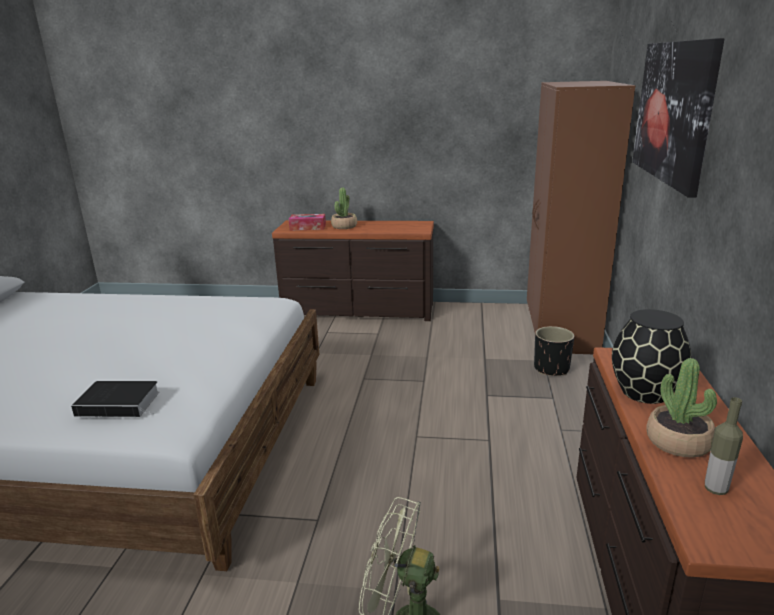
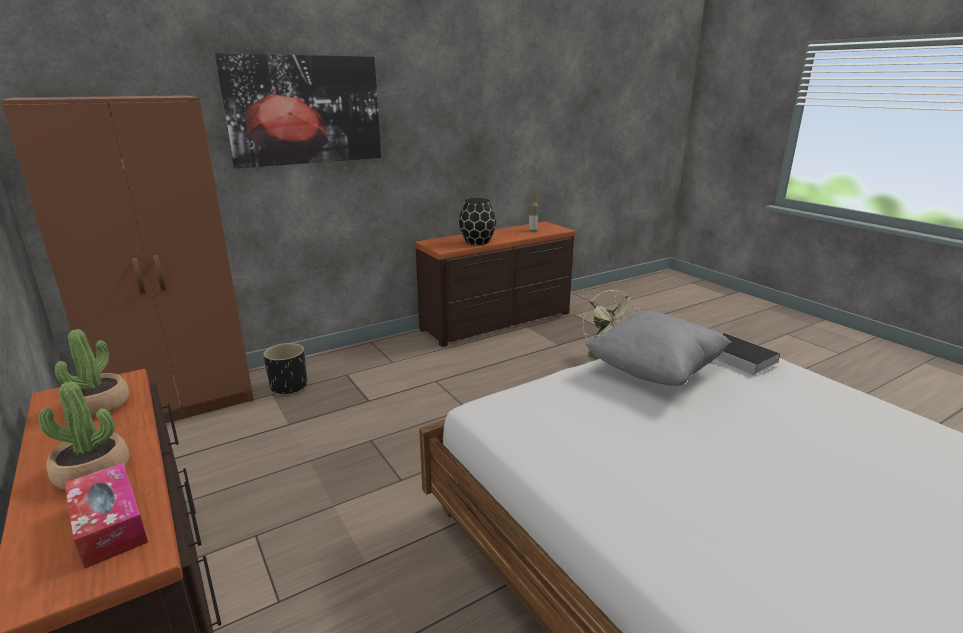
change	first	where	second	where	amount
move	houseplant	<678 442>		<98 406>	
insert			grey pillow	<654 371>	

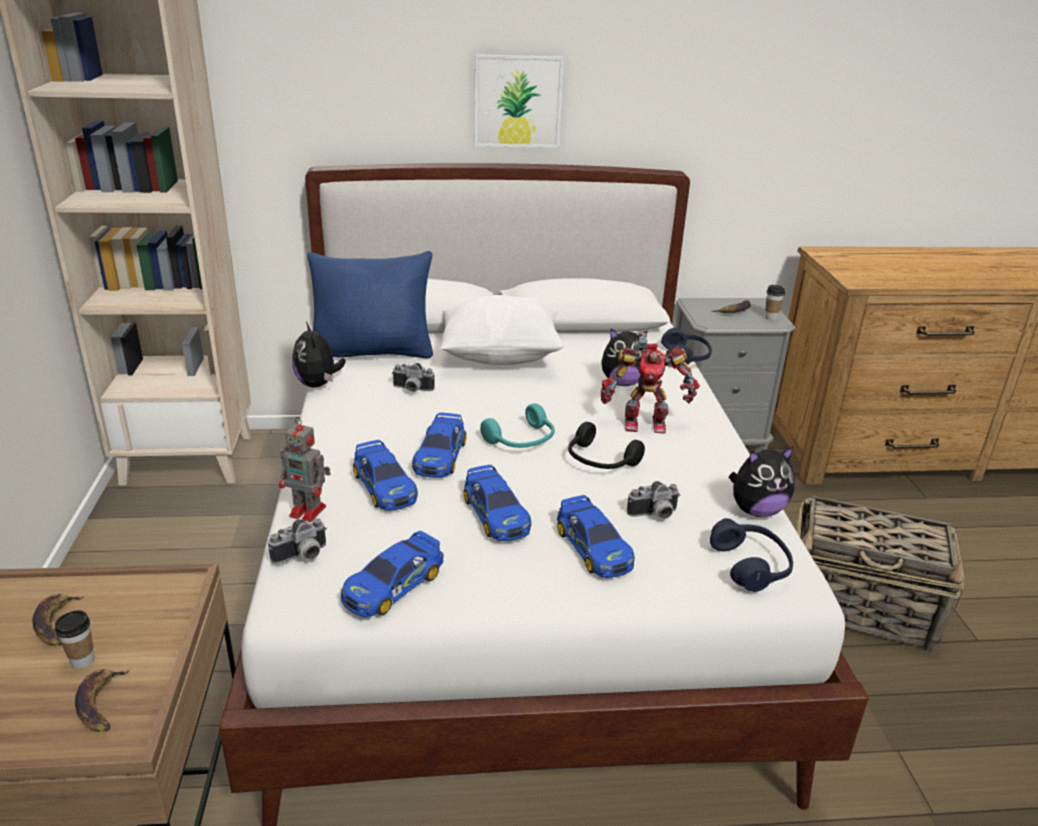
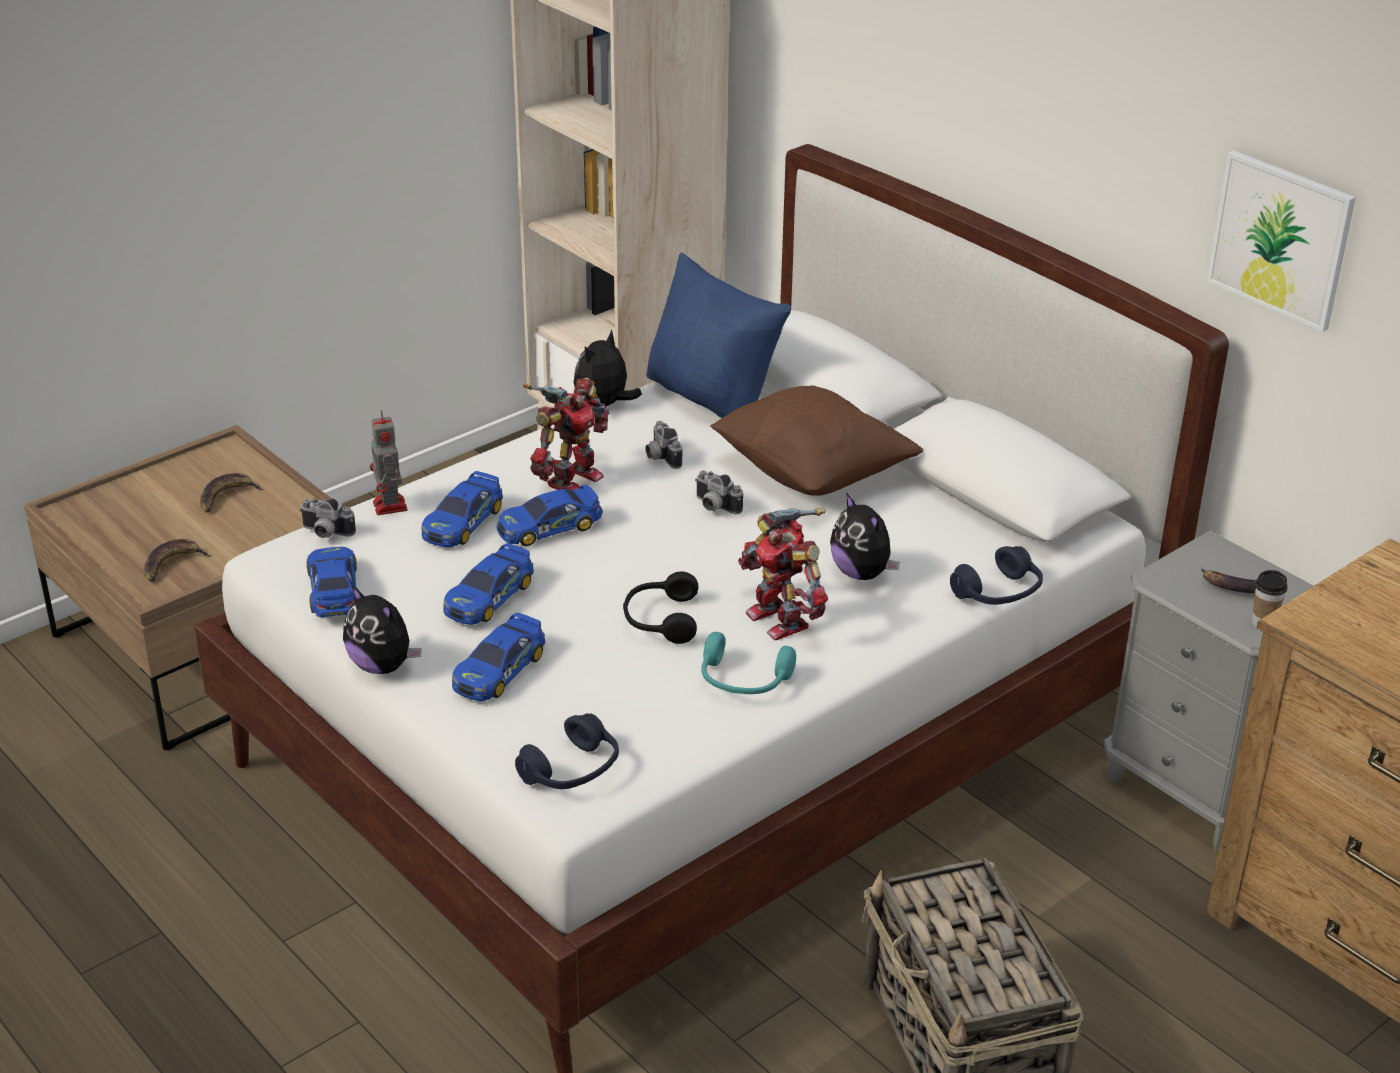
change	first	where	second	where	amount
move	wall picture	<517 101>		<1280 239>	
recolor	white-coloured pillow	<501 356>	brown pillow	<812 474>	
move	turquoise-coloured headphones	<522 441>		<743 681>	
move	plush toy	<756 510>		<383 665>	
move	still camera	<654 515>		<714 507>	
rotate	toy car	<393 585>		<334 591>	75 degrees clockwise
delete	cup	<82 660>			
insert			model robot	<571 479>	

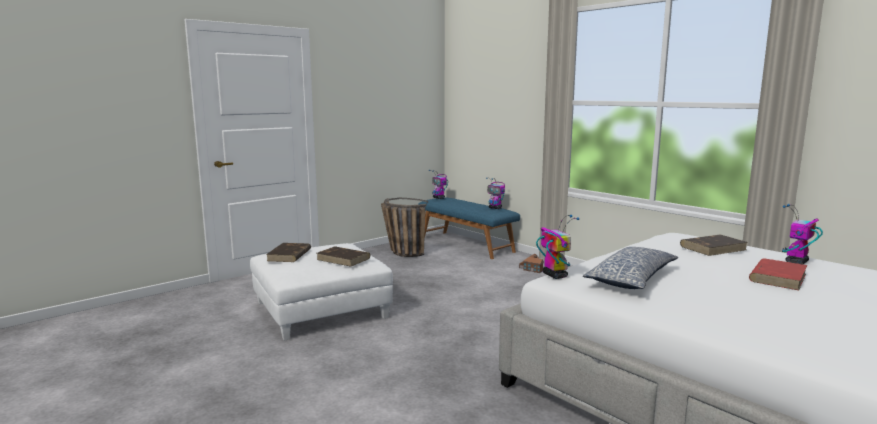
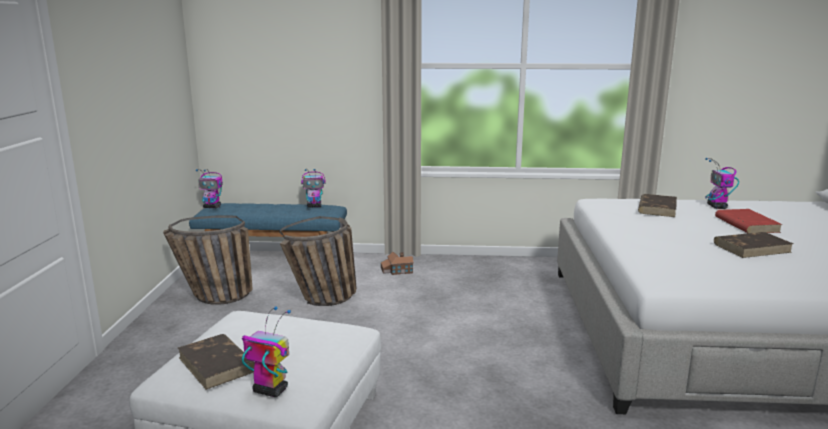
change	first	where	second	where	amount
move	model robot	<554 275>		<269 390>	
move	brown book	<343 259>		<752 248>	
delete	pillow	<632 279>			
insert			basket	<324 301>	

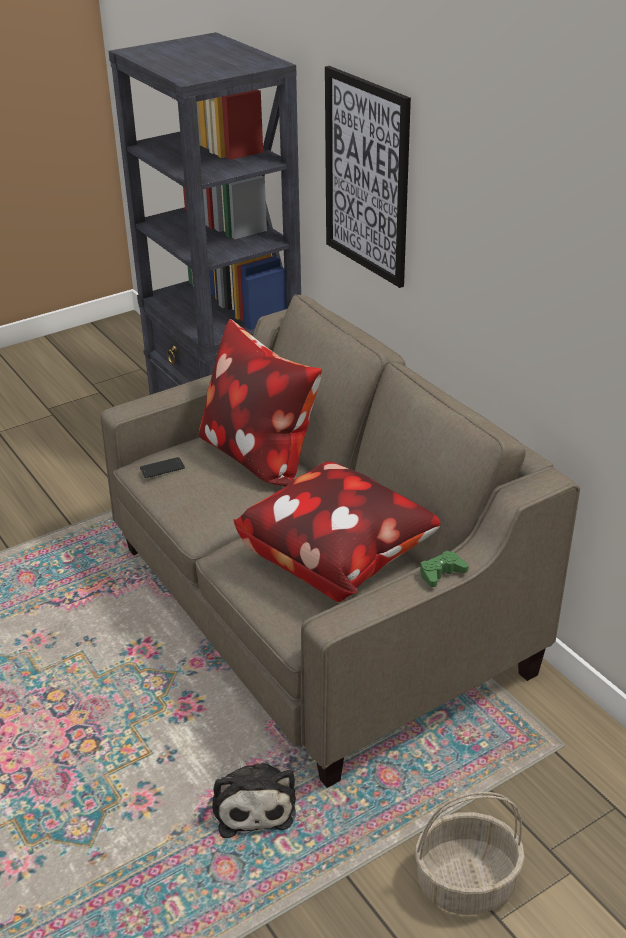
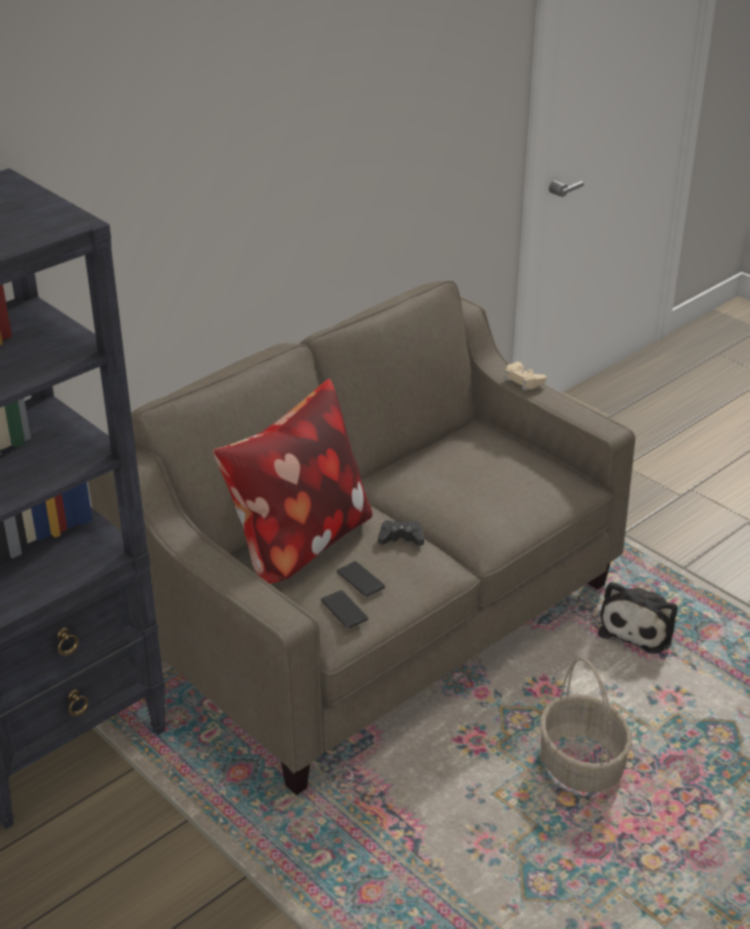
change	first	where	second	where	amount
delete	wall picture	<366 176>			
delete	pillow	<336 559>			
recolor	green-coloured joypad	<441 573>	beige-coloured joypad	<523 380>	
rotate	plush toy	<253 804>		<639 627>	135 degrees clockwise
move	basket	<467 882>		<580 764>	
insert			black-coloured joypad	<401 538>	
insert			telephone	<360 579>	

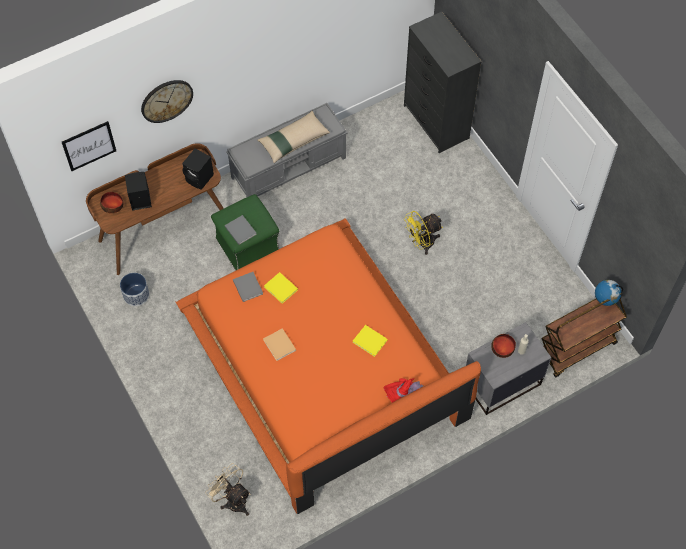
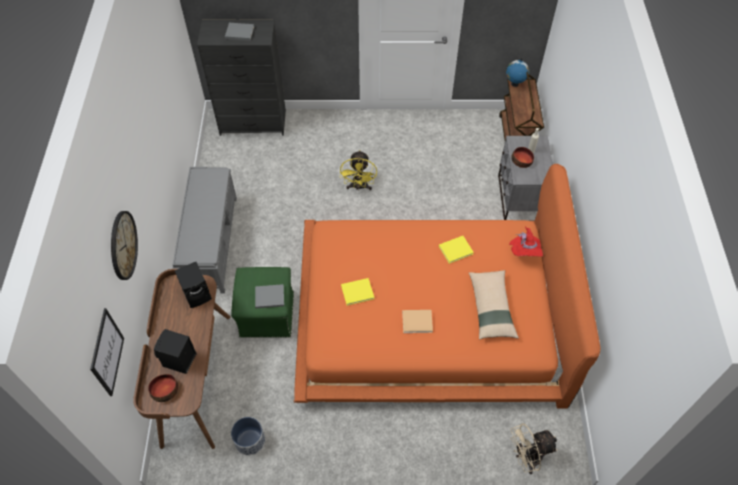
change	first	where	second	where	amount
move	beige-coloured pillow	<293 140>		<491 308>	
move	grey book	<247 286>		<238 32>	

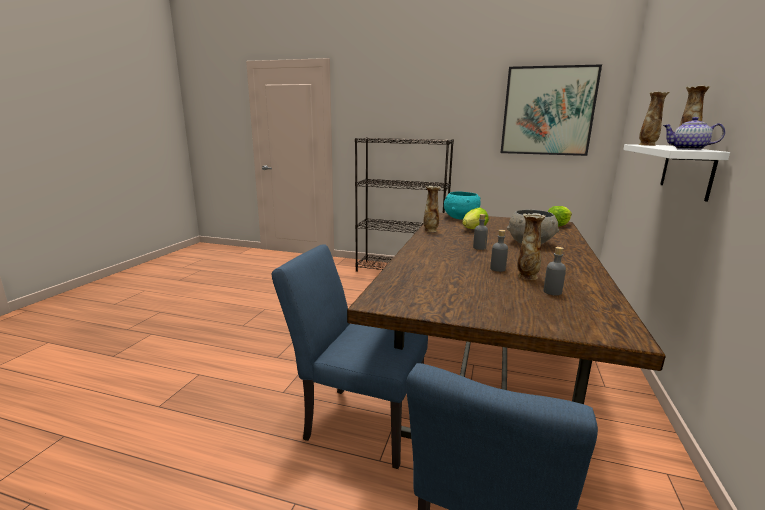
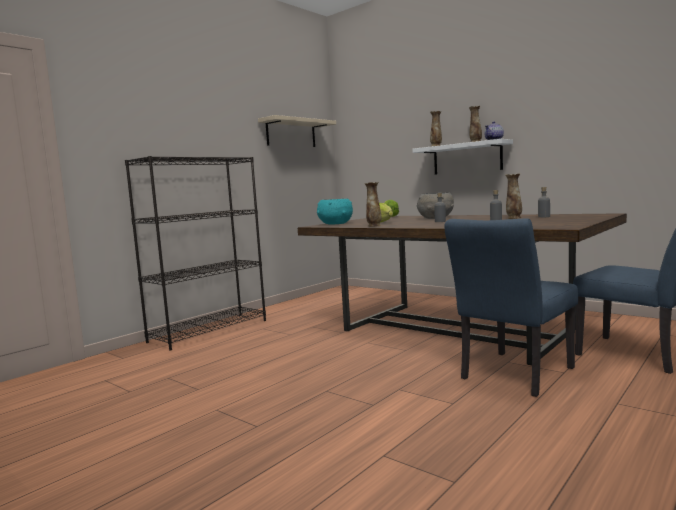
change	first	where	second	where	amount
replace	wall picture	<547 111>	beige-coloured shelf	<291 133>	

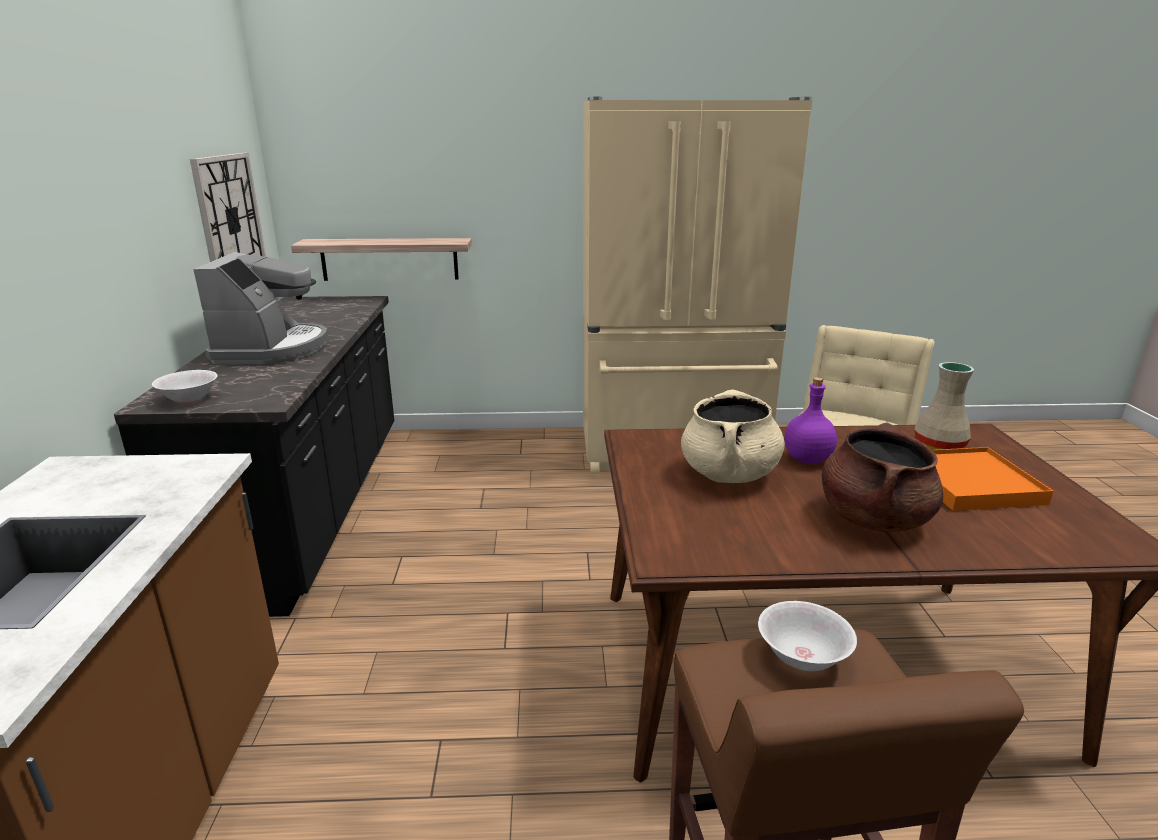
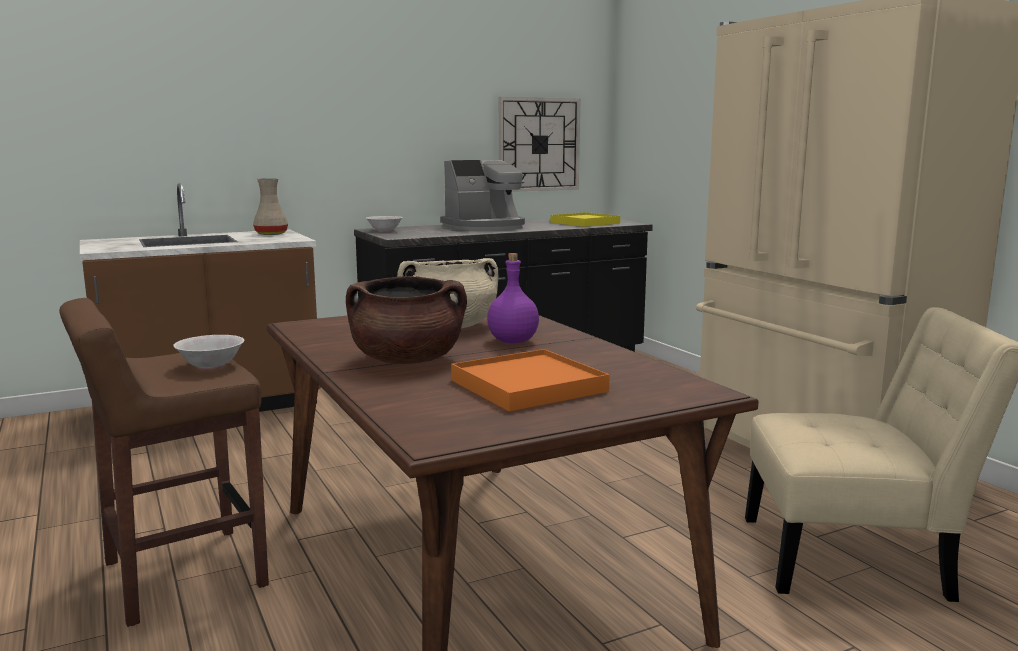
change	first	where	second	where	amount
delete	shelf	<389 259>			
move	beige-coloured flower vase	<940 445>		<270 234>	
insert			yellowish carrying tray	<585 223>	

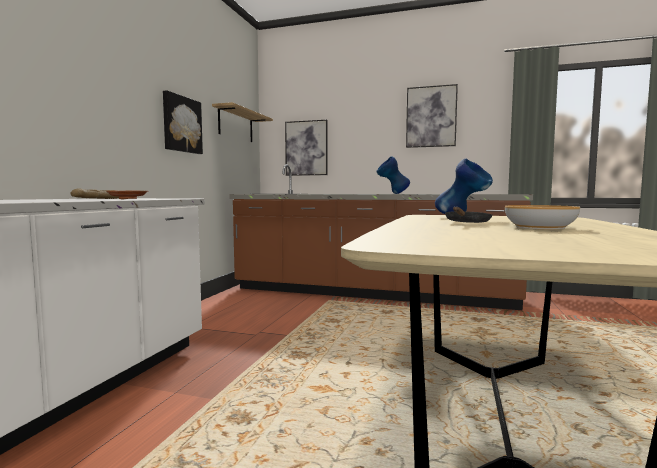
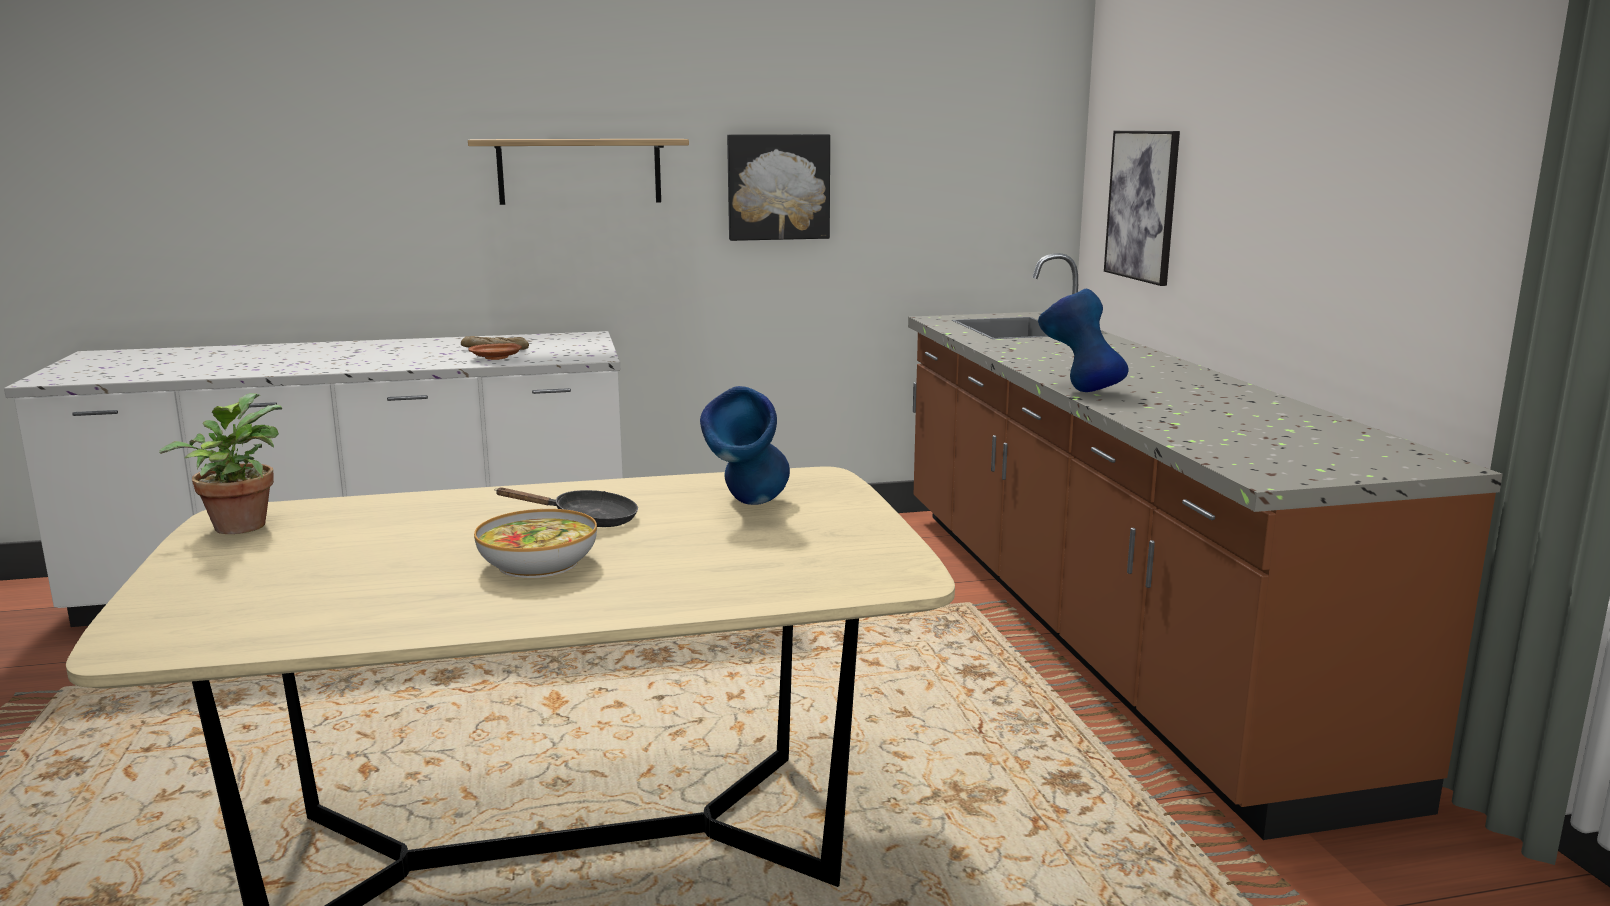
change	first	where	second	where	amount
delete	wall picture	<431 117>			
move	shelf	<236 125>		<580 171>	
insert			houseplant	<240 524>	

